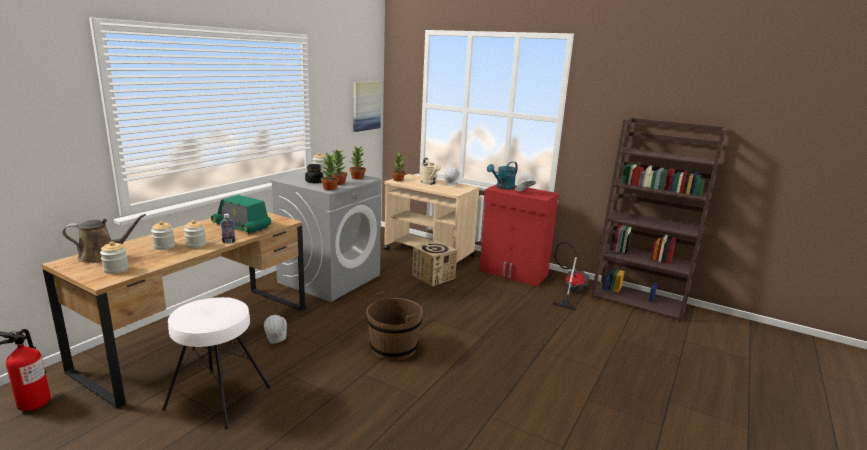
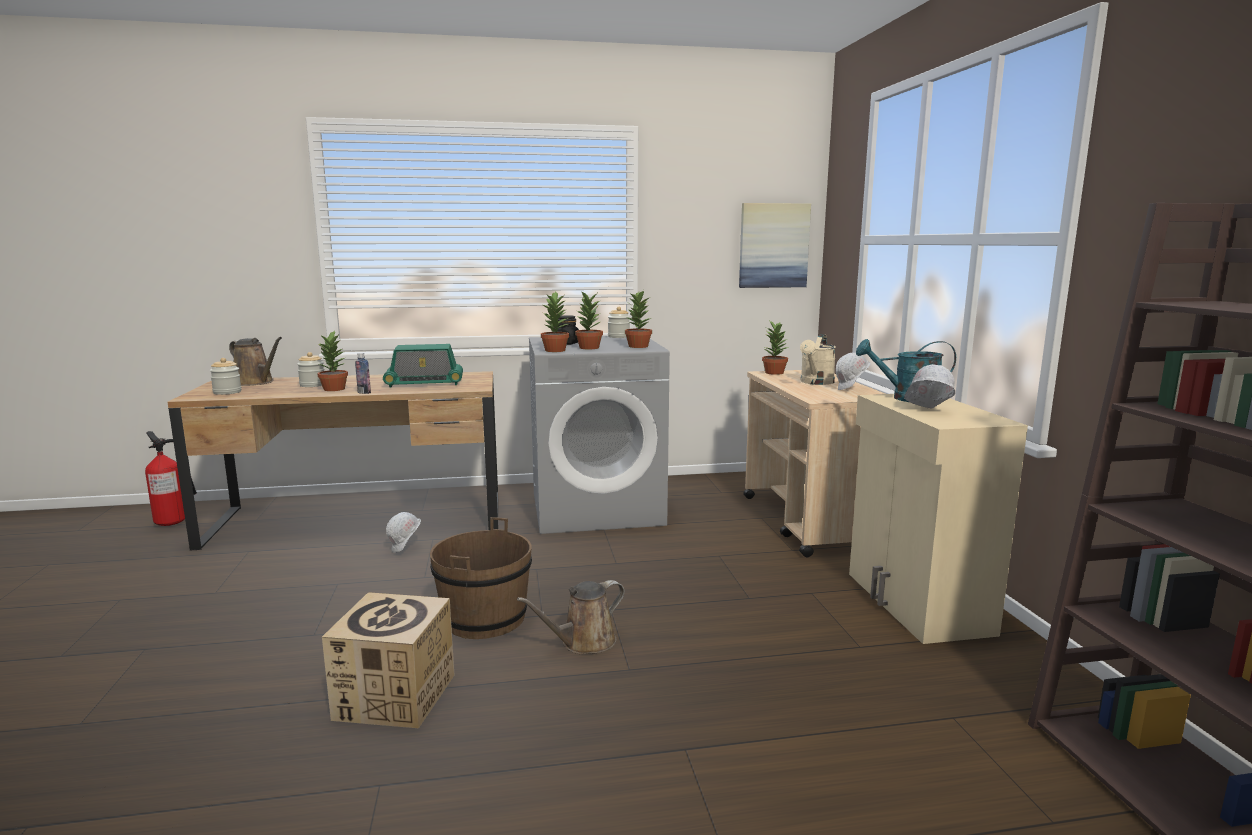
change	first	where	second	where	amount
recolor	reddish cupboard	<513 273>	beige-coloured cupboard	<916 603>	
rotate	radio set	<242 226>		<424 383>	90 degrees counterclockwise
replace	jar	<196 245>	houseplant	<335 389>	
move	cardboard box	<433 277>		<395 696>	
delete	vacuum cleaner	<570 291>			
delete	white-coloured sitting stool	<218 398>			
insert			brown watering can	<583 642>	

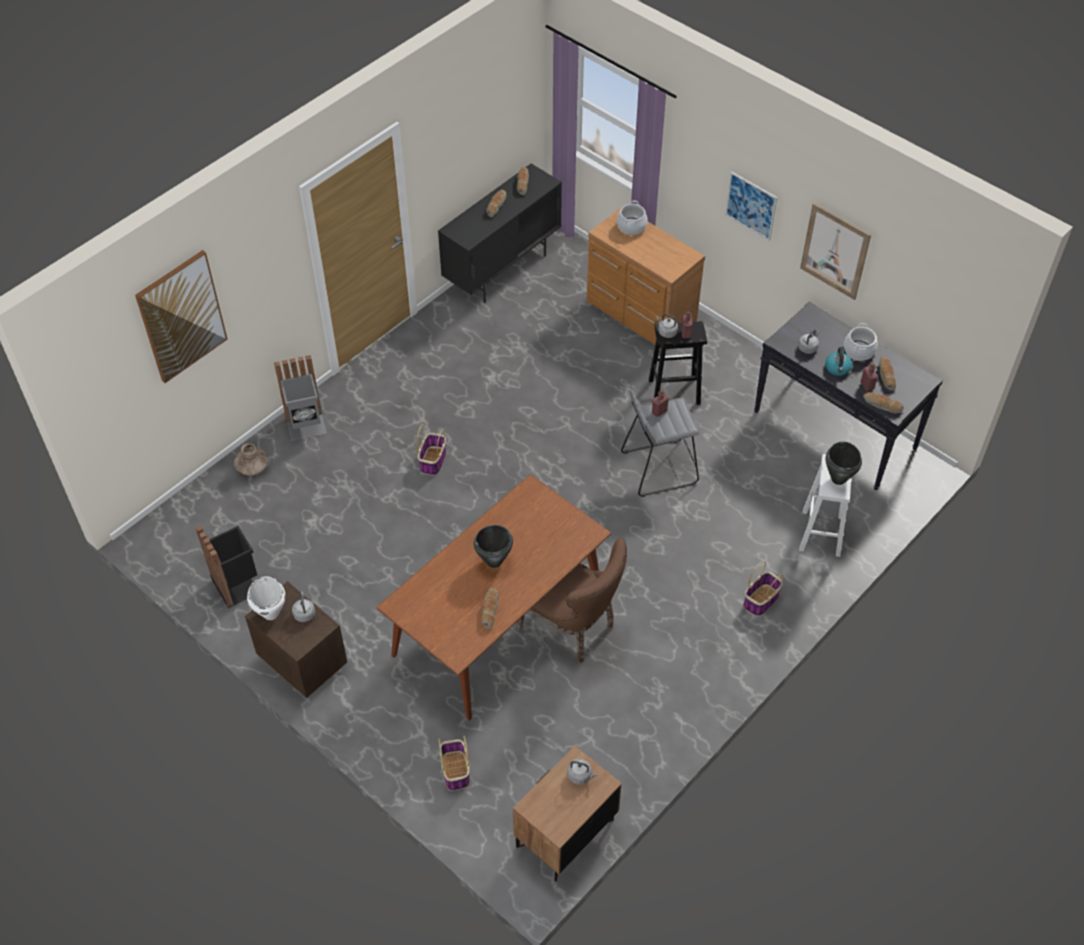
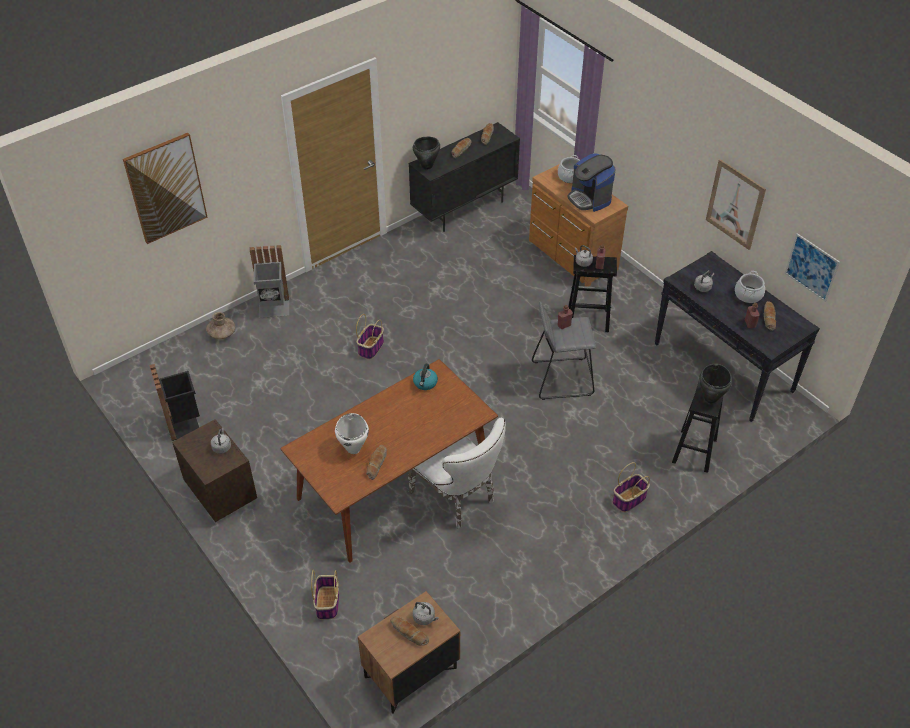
change	first	where	second	where	amount
move	wall picture	<751 206>		<812 267>	
move	tea kettle	<837 368>		<425 383>	
move	baked bread	<882 406>		<409 633>	
recolor	white-coloured sitting stool	<821 534>	black-coloured sitting stool	<694 451>	
move	black-coloured saucepot	<494 561>		<427 166>	
recolor	brown upright chair	<572 627>	white-coloured upright chair	<457 498>	
move	white-coloured saucepot	<271 613>		<354 448>	
insert			coffee machine	<589 198>	

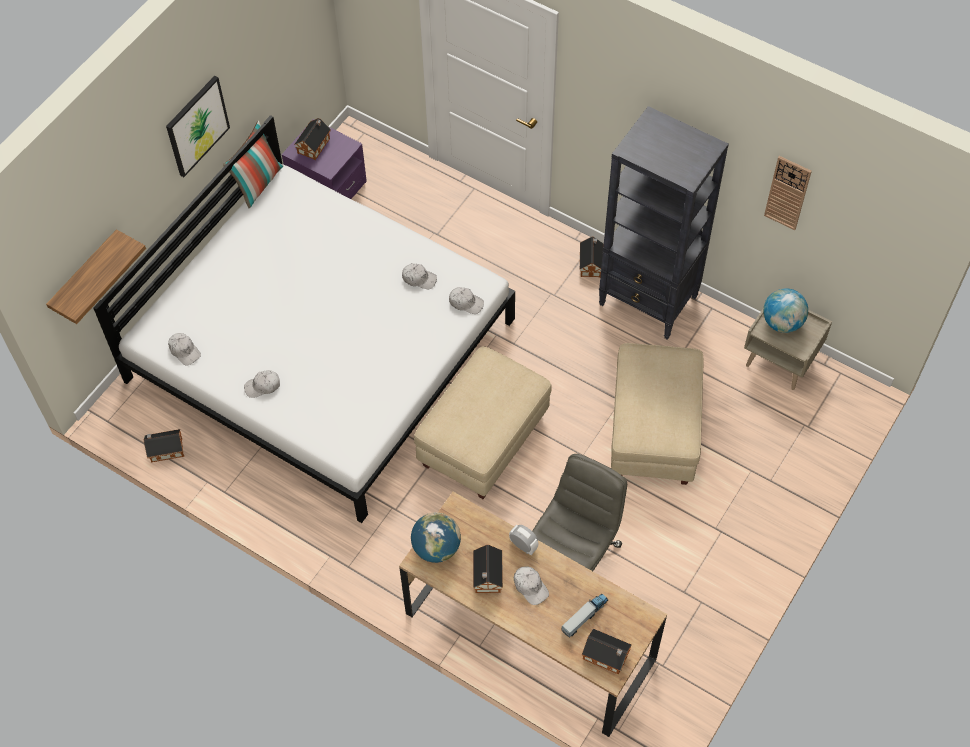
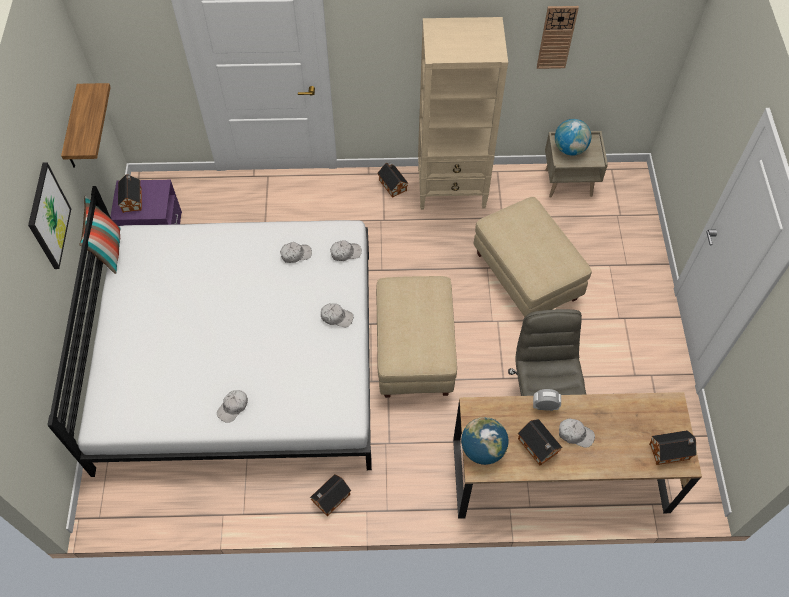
change	first	where	second	where	amount
recolor	black-coloured bookshelf	<649 301>	beige-coloured bookshelf	<452 189>	
move	shelf	<86 276>		<74 130>	
move	white-coloured cap	<184 351>		<336 317>	
move	miniature house	<165 450>		<330 499>	
delete	toy lorry	<585 616>			

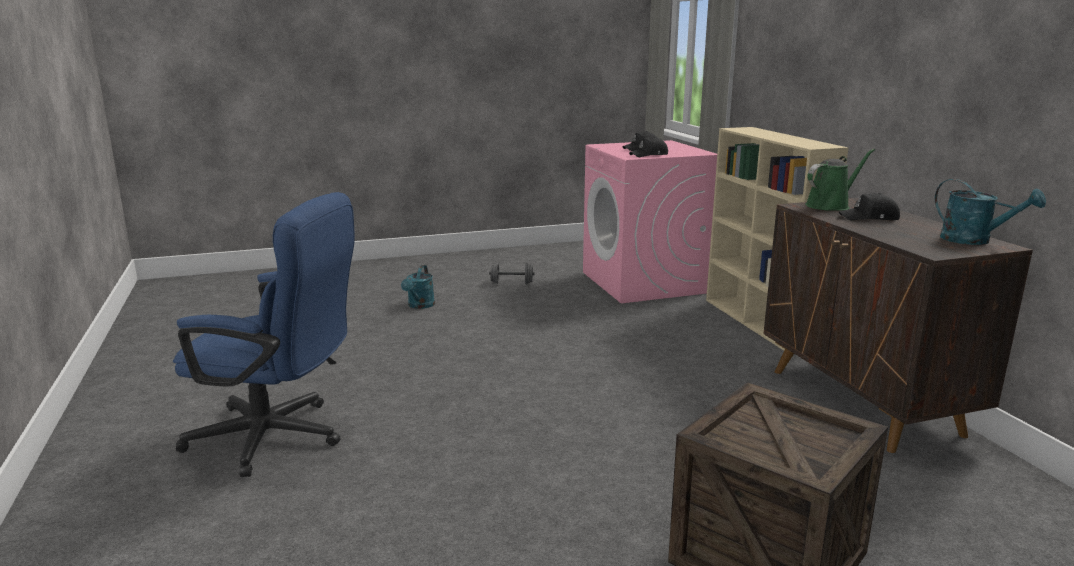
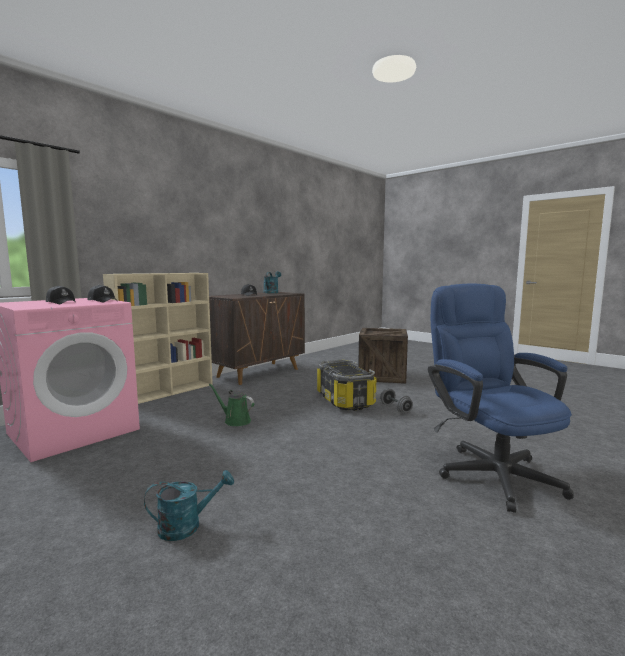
change	first	where	second	where	amount
move	green-coloured watering can	<830 205>		<235 421>	
move	grey free weight	<512 283>		<395 409>	
insert			storage box	<344 400>	

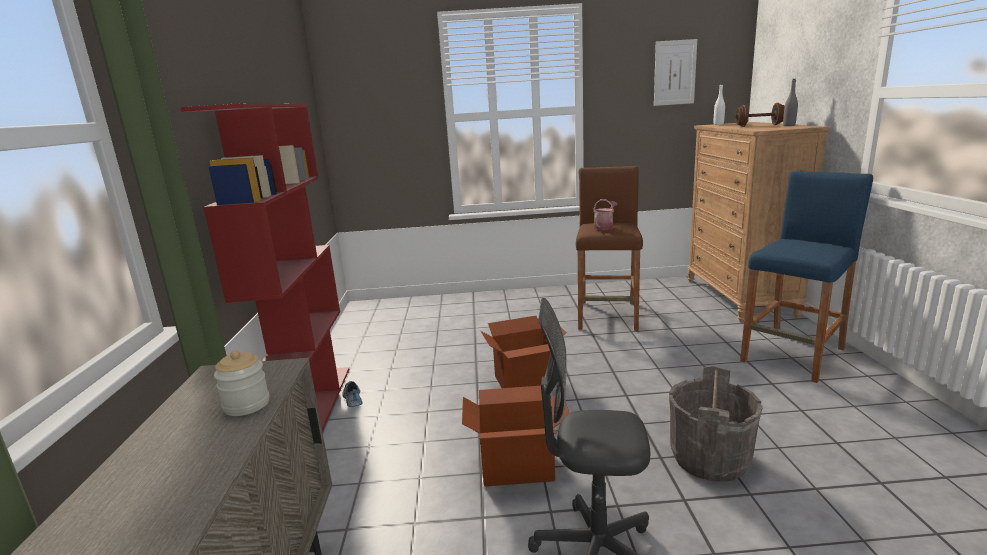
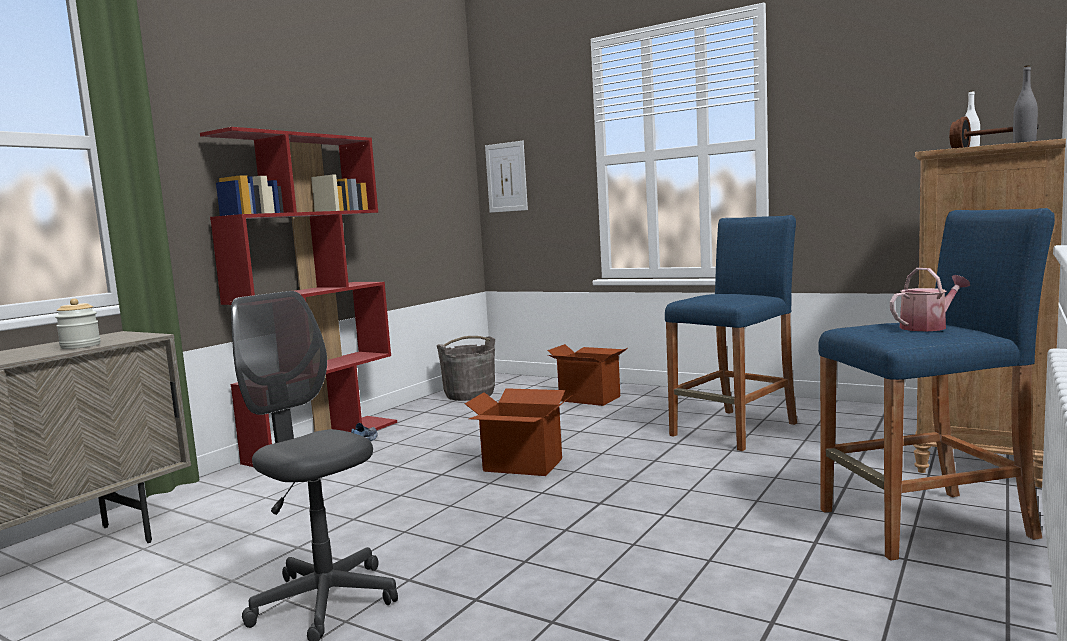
change	first	where	second	where	amount
move	wall picture	<674 73>		<506 177>	
recolor	brown sitting stool	<608 315>	bluish sitting stool	<734 430>	
move	watering can	<604 227>		<927 327>	
move	grey bucket	<710 459>		<470 394>	
move	cardboard box	<517 466>		<590 398>	

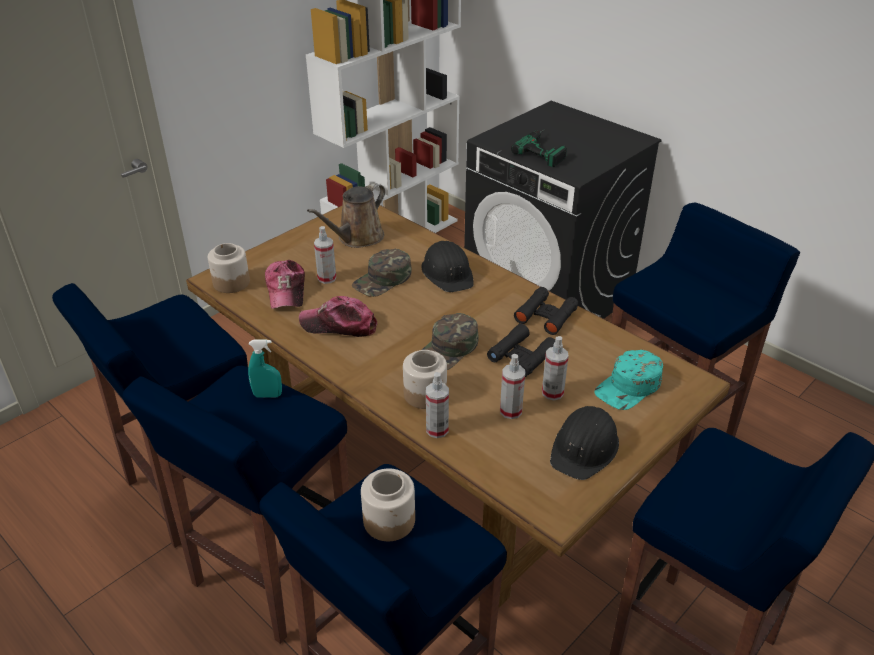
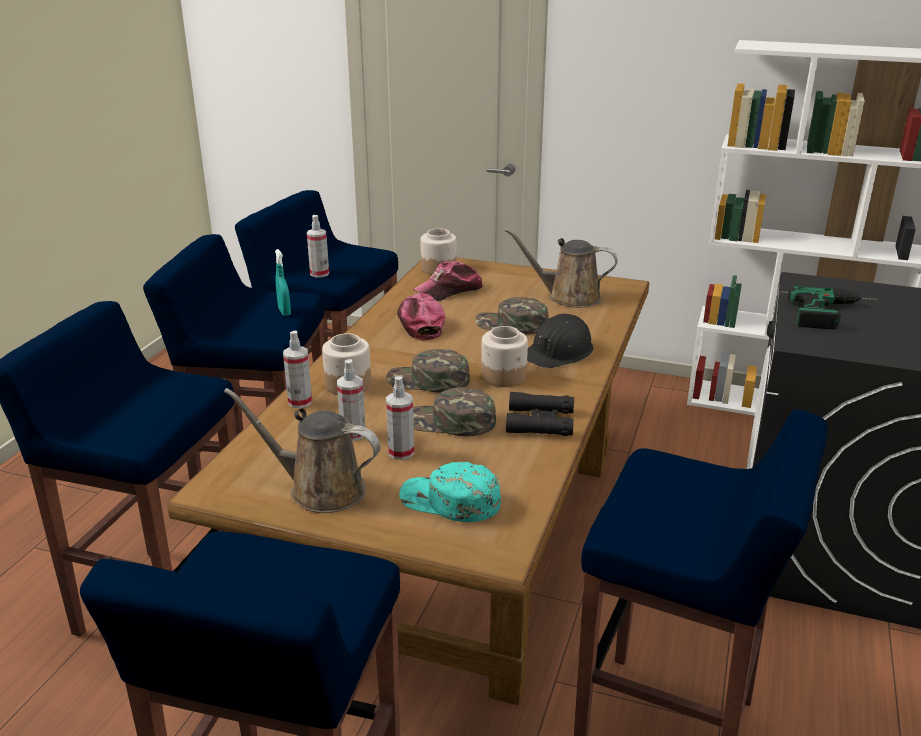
change	first	where	second	where	amount
move	sprayer	<327 278>		<319 274>	
replace	black-coloured binoculars	<522 356>	green-coloured cap	<450 422>	
replace	black-coloured safety helmet	<585 448>	brown watering can	<320 489>	
move	jar	<389 520>		<504 376>	

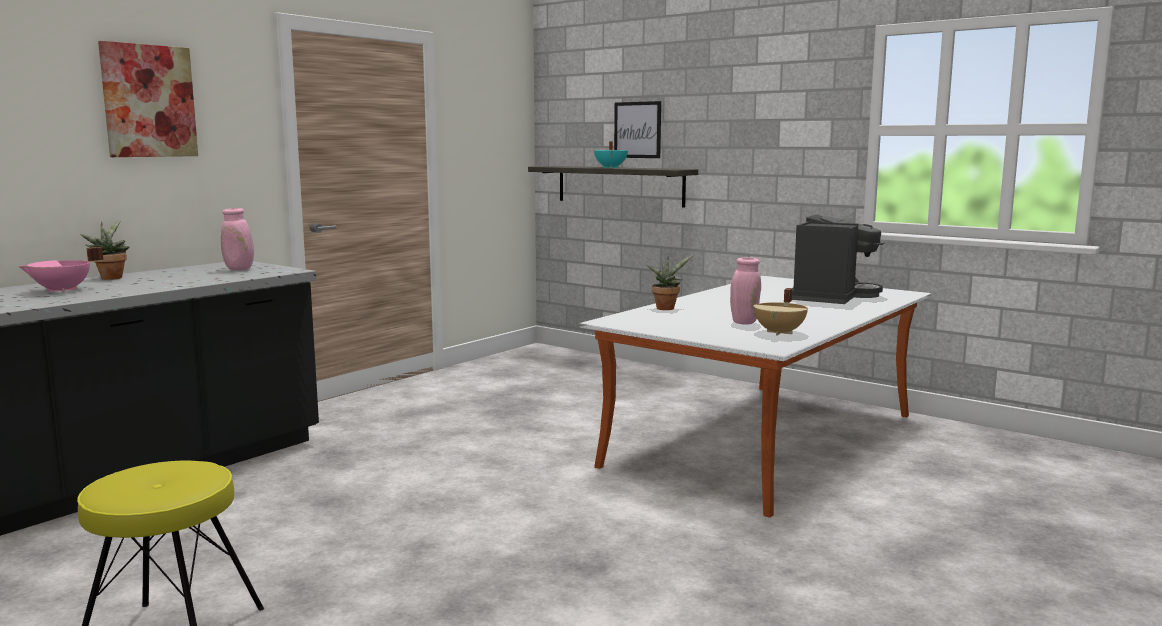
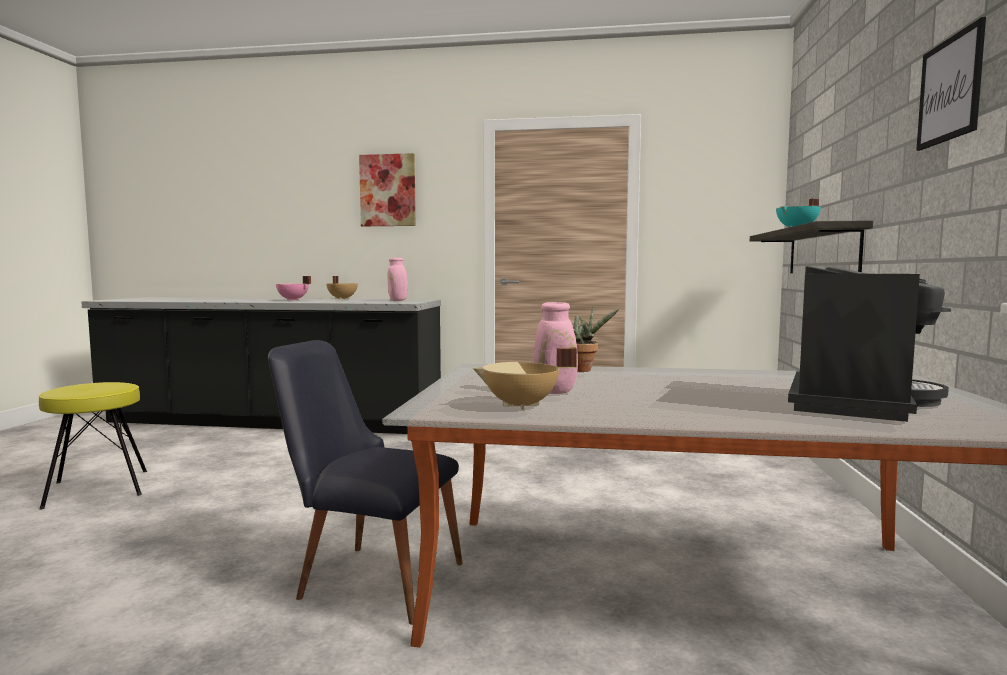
change	first	where	second	where	amount
move	wall picture	<637 130>		<950 89>	
rotate	coffee machine	<831 296>		<854 403>	60 degrees counterclockwise
replace	houseplant	<111 277>	beige-coloured saucepot	<341 299>	
insert			black-coloured upright chair	<369 577>	

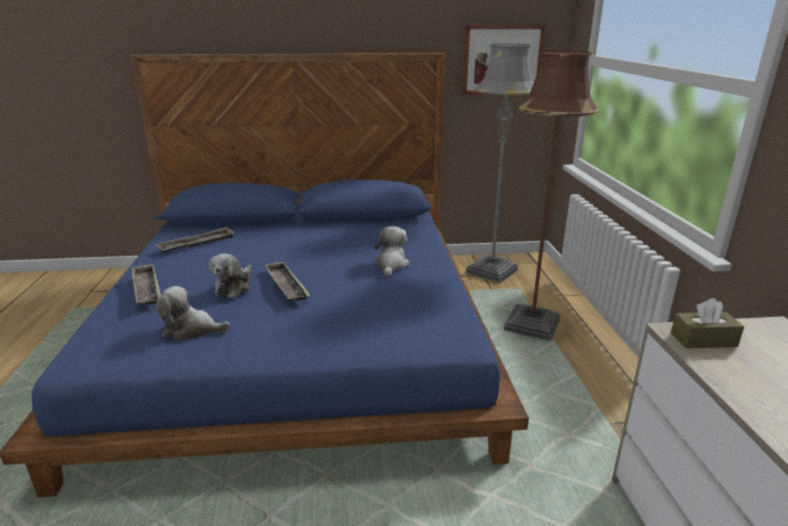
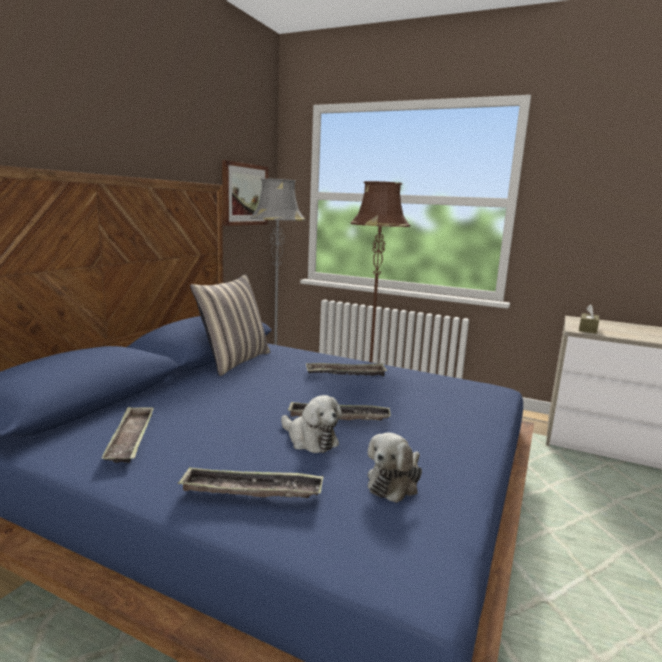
change	first	where	second	where	amount
replace	plush toy	<391 265>	carrying tray	<346 373>	
insert			pillow	<234 361>	

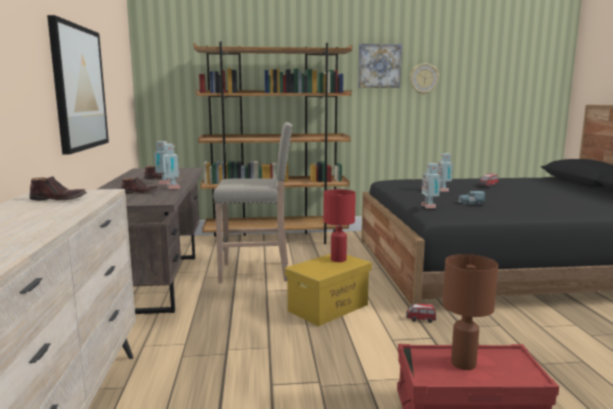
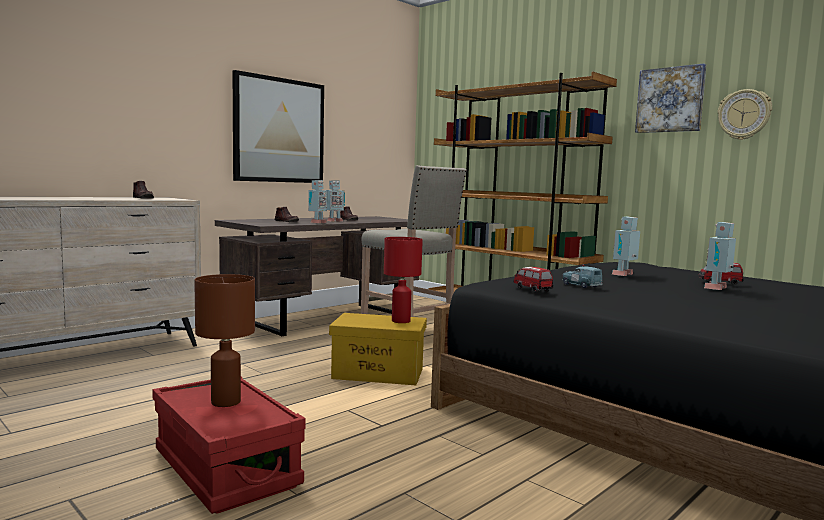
change	first	where	second	where	amount
move	model robot	<429 206>		<718 288>	
move	toy car	<420 319>		<531 289>	

